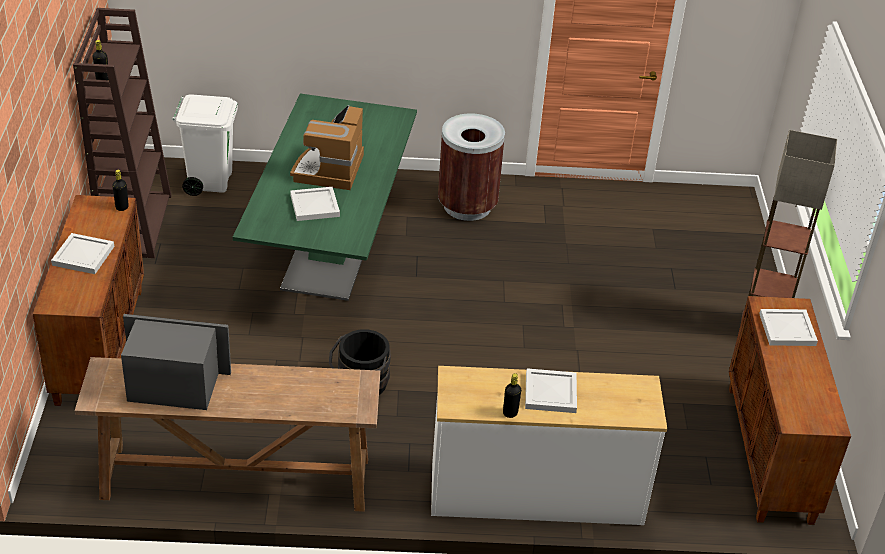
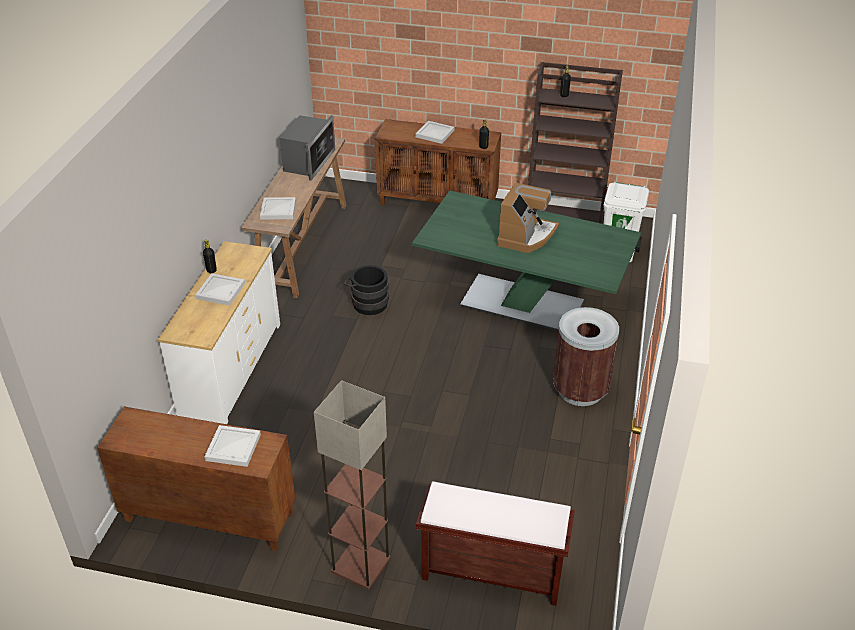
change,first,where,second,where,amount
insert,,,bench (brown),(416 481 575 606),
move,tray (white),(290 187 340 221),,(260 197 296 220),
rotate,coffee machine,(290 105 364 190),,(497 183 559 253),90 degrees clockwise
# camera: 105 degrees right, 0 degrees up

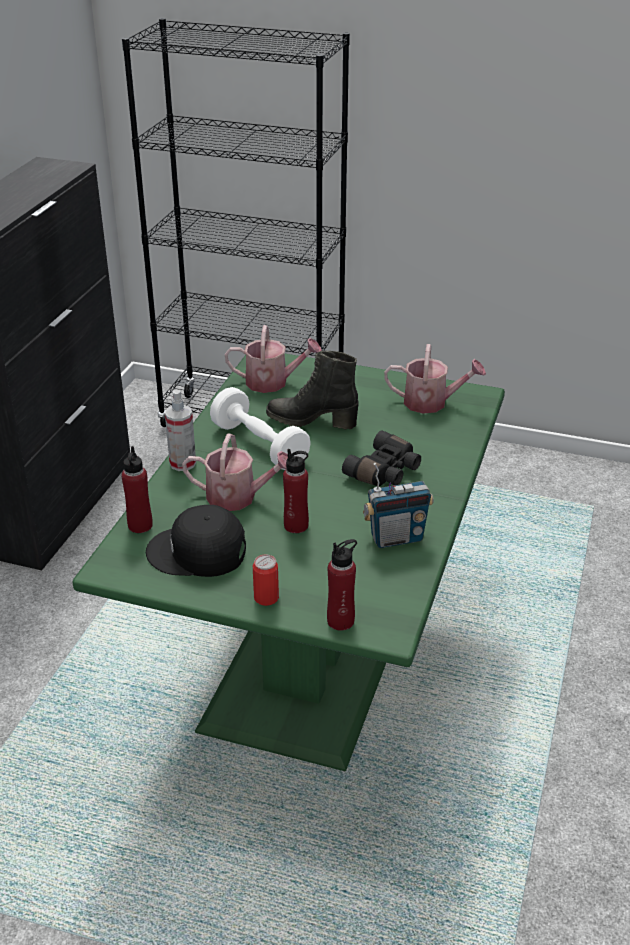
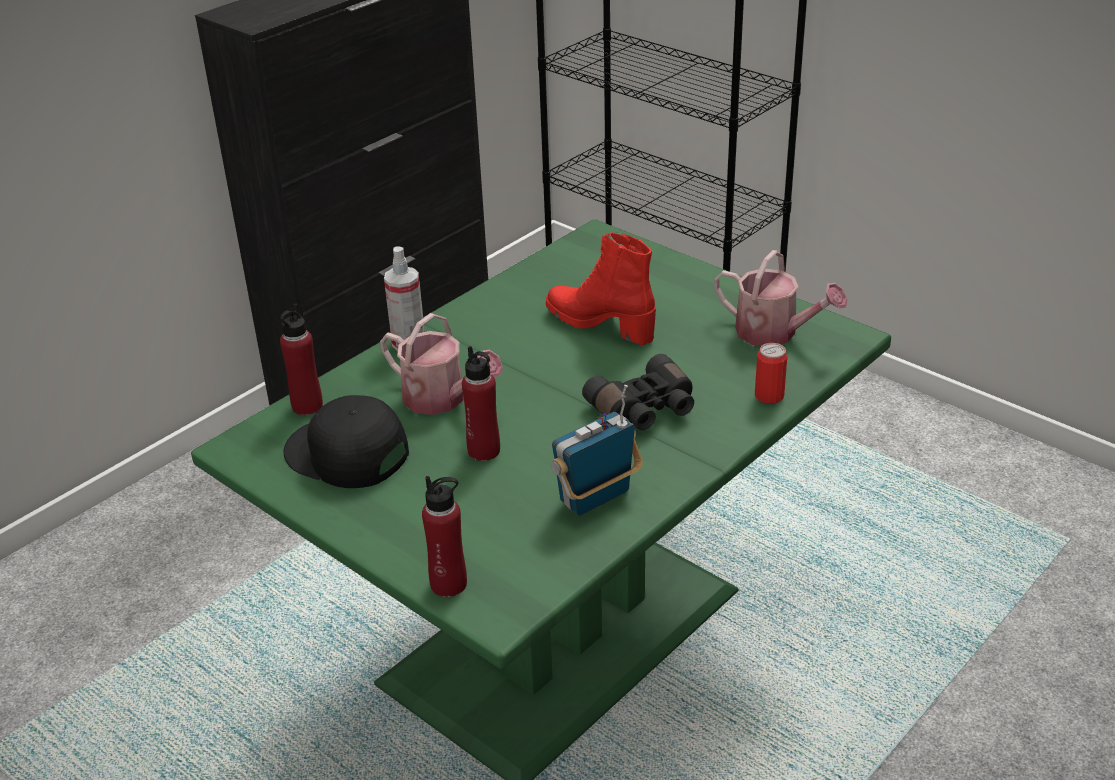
change,first,where,second,where,amount
delete,dumbbell (white),(210 387 311 470),,,
delete,watering can,(225 325 322 393),,,
move,can,(253 555 279 606),,(755 343 787 404),
recolor,boot (black),(266 351 359 429),boot (red),(546 232 656 345),
rotate,radio,(363 463 434 548),,(551 385 643 516),135 degrees clockwise
# camera: 25 degrees right, 0 degrees up

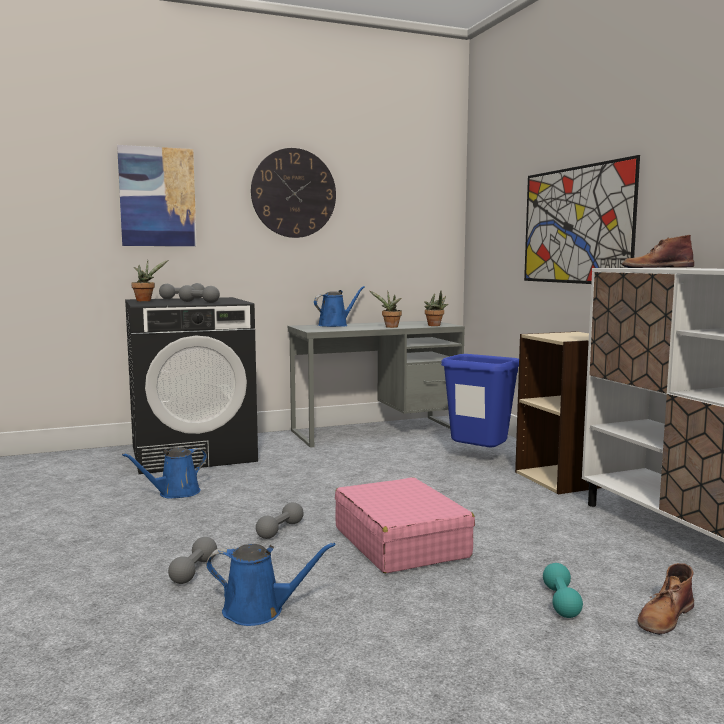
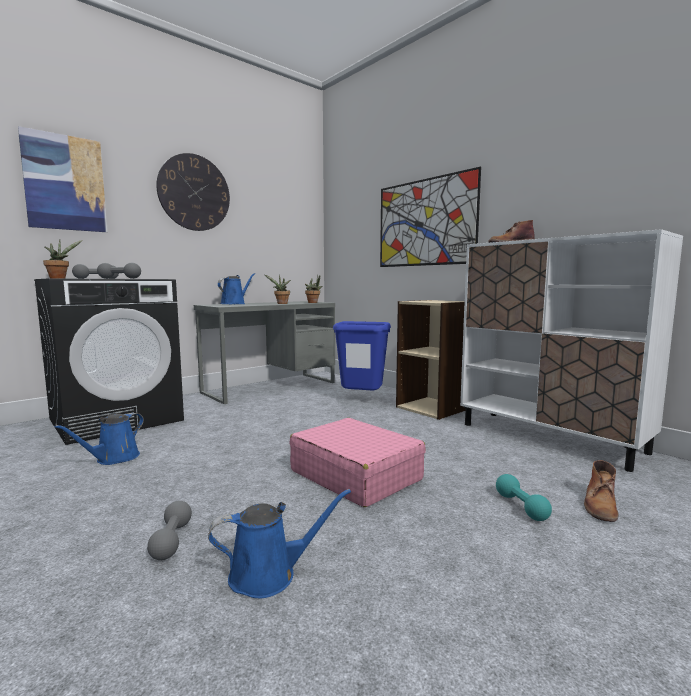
change,first,where,second,where,amount
delete,dumbbell (grey),(256 502 304 539),,,
# camera: 20 degrees left, 0 degrees up

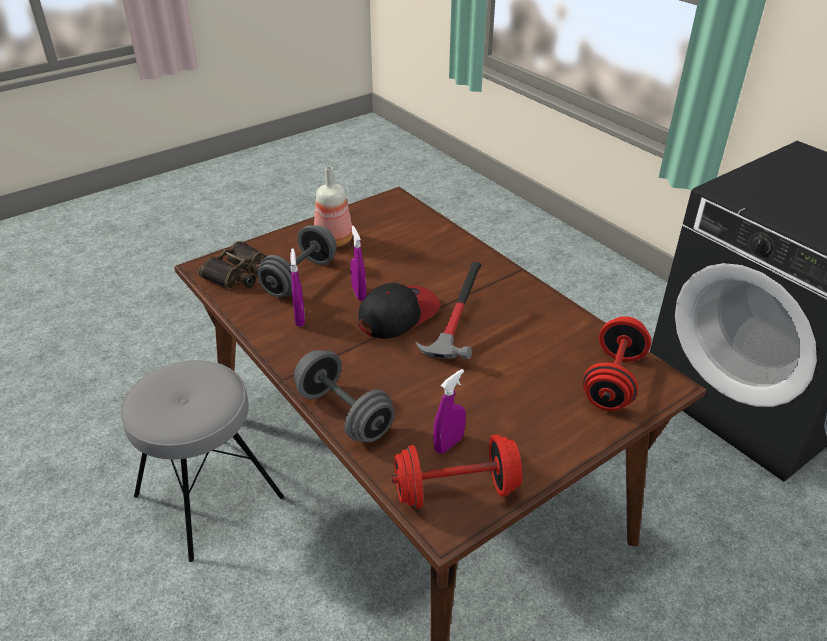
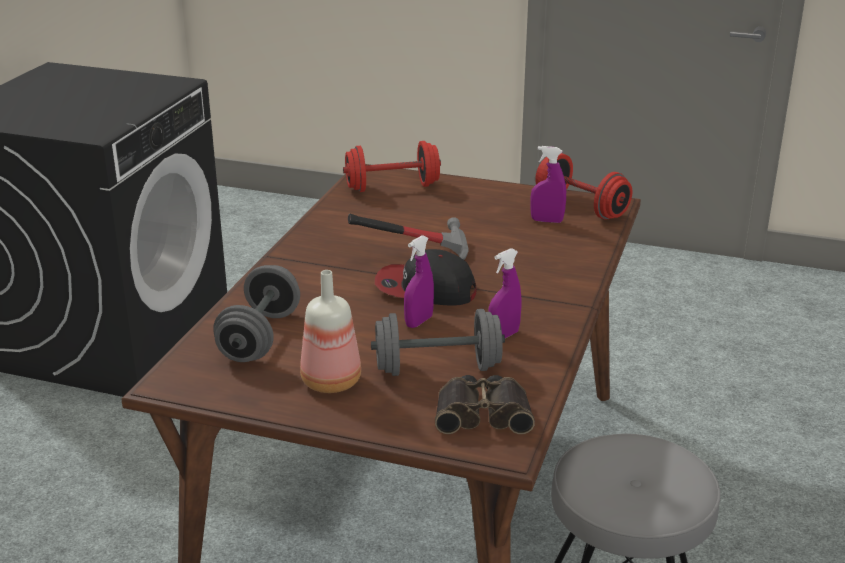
change,first,where,second,where,amount
move,dumbbell (grey),(294 350 395 442),,(213 265 300 362),
# camera: 125 degrees left, 10 degrees down

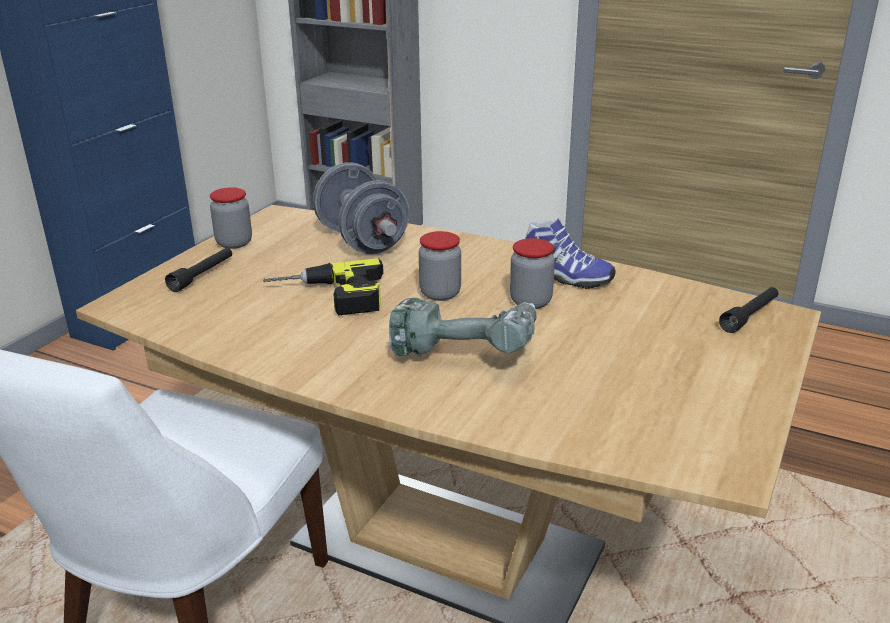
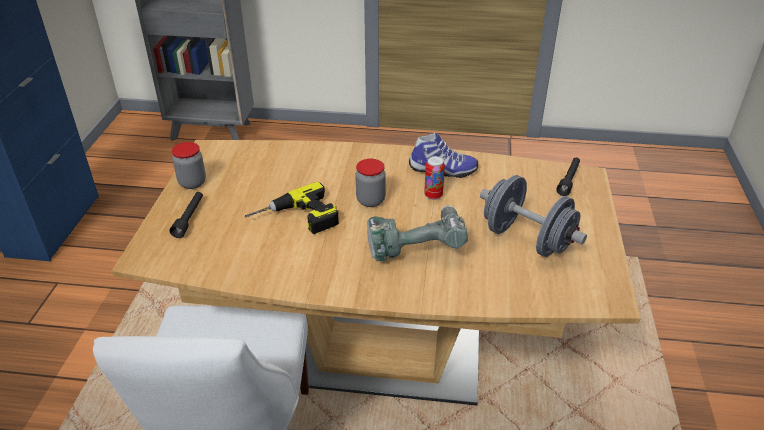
change,first,where,second,where,amount
move,dumbbell (grey),(313 162 409 254),,(480 175 587 257),
replace,jar,(510 238 555 309),can,(424 156 445 200),
# camera: 20 degrees left, 10 degrees up

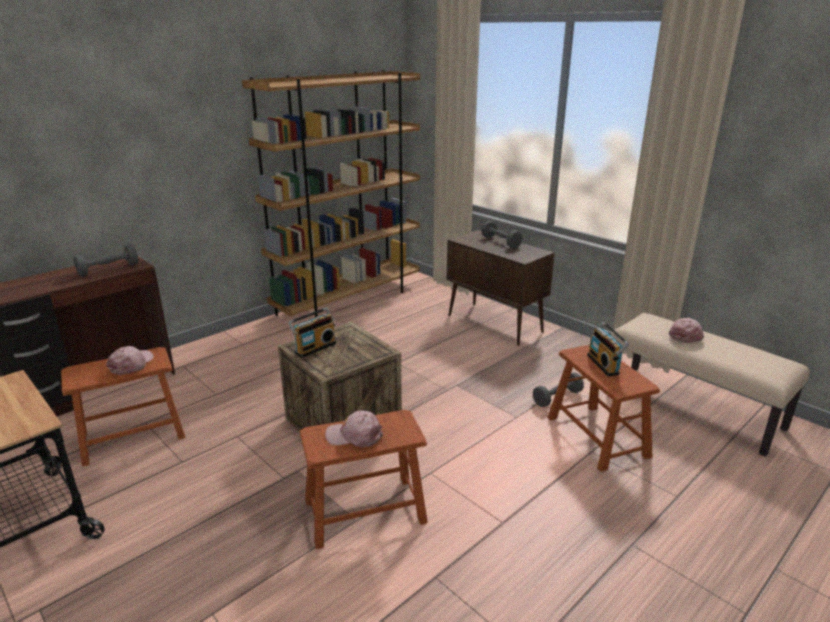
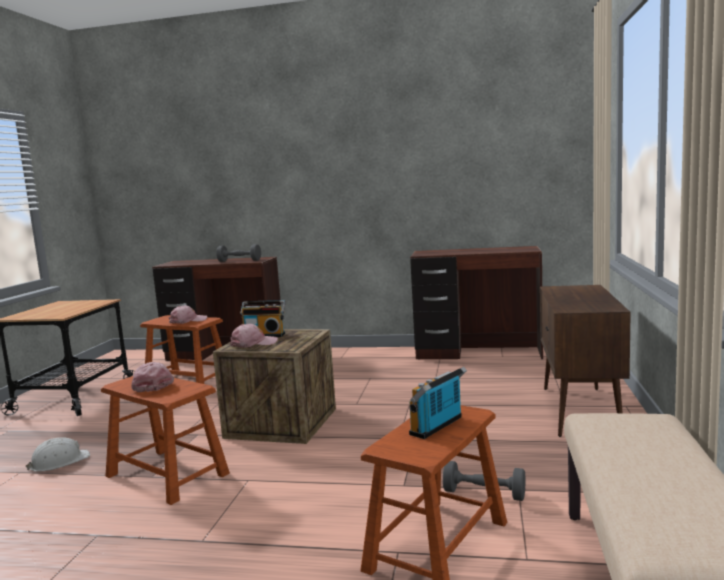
change,first,where,second,where,amount
delete,dumbbell (grey),(481 221 522 248),,,
insert,,,hard hat (white),(25 437 90 472),
move,cap (pink),(669 318 704 343),,(230 324 278 348),
replace,bookcase (brown),(242 70 420 318),desk (brown),(410 246 543 360),
# camera: 55 degrees right, 15 degrees down

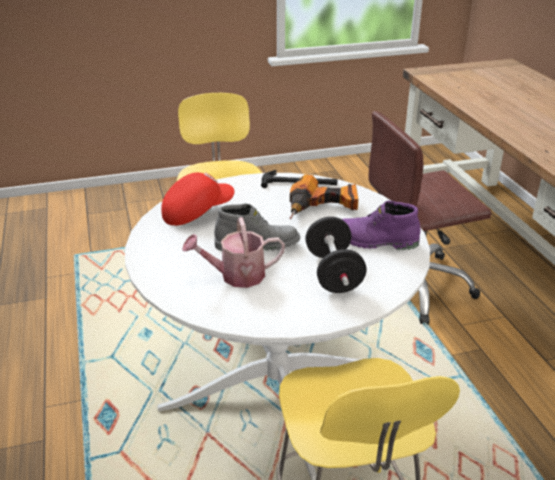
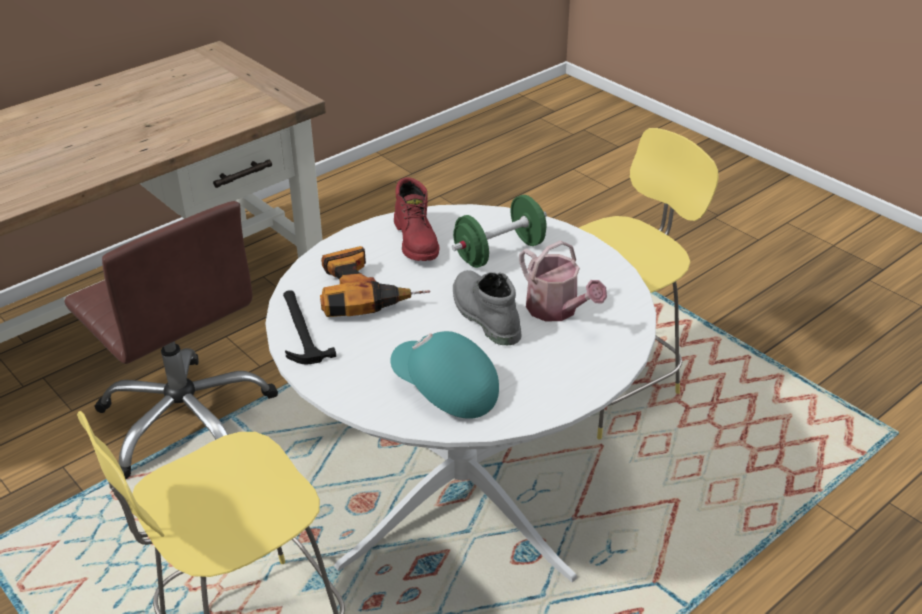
change,first,where,second,where,amount
recolor,cap (red),(161 172 234 226),cap (turquoise),(390 331 499 419),
recolor,dumbbell (black),(305 217 366 293),dumbbell (green),(452 195 547 268),
recolor,boot (purple),(342 201 421 250),boot (red),(394 178 439 261),
# camera: 115 degrees left, 5 degrees up

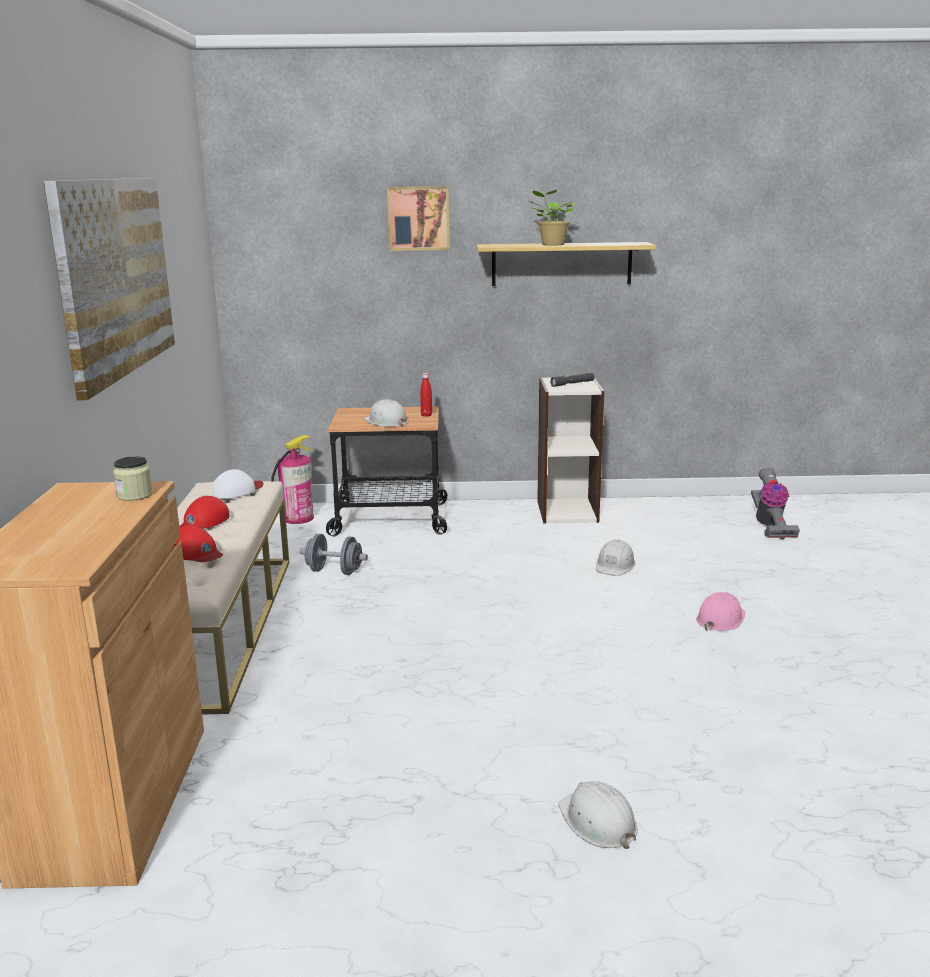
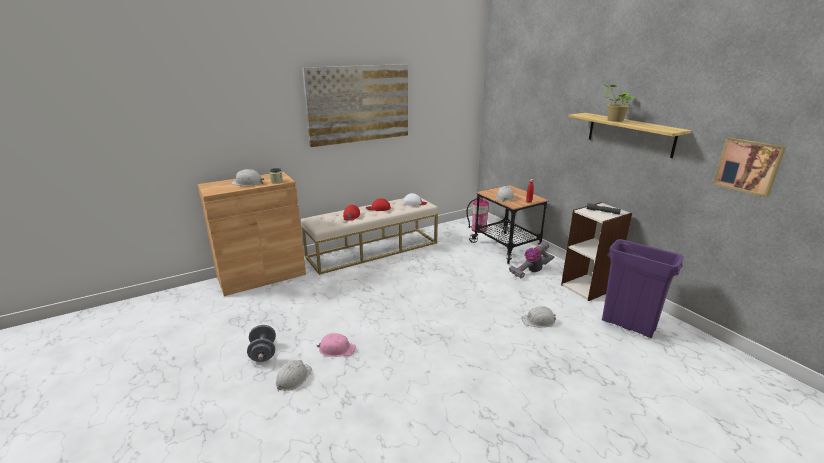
change,first,where,second,where,amount
insert,,,hard hat (white),(231 169 264 186),
insert,,,trash can (purple),(602 239 684 338),
move,dumbbell (grey),(300 534 368 575),,(247 325 276 362),
move,picture,(387 186 450 251),,(713 137 786 197),
move,hard hat (pink),(696 592 745 631),,(317 333 356 357),
move,vacuum cleaner,(751 468 800 539),,(509 241 554 278),
# camera: 60 degrees right, 5 degrees up

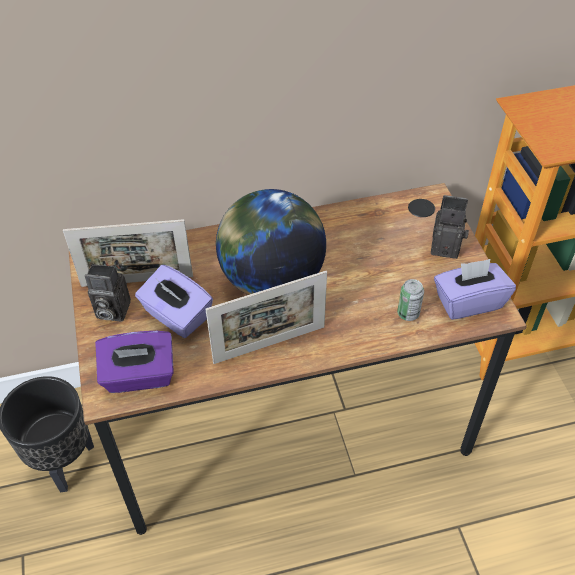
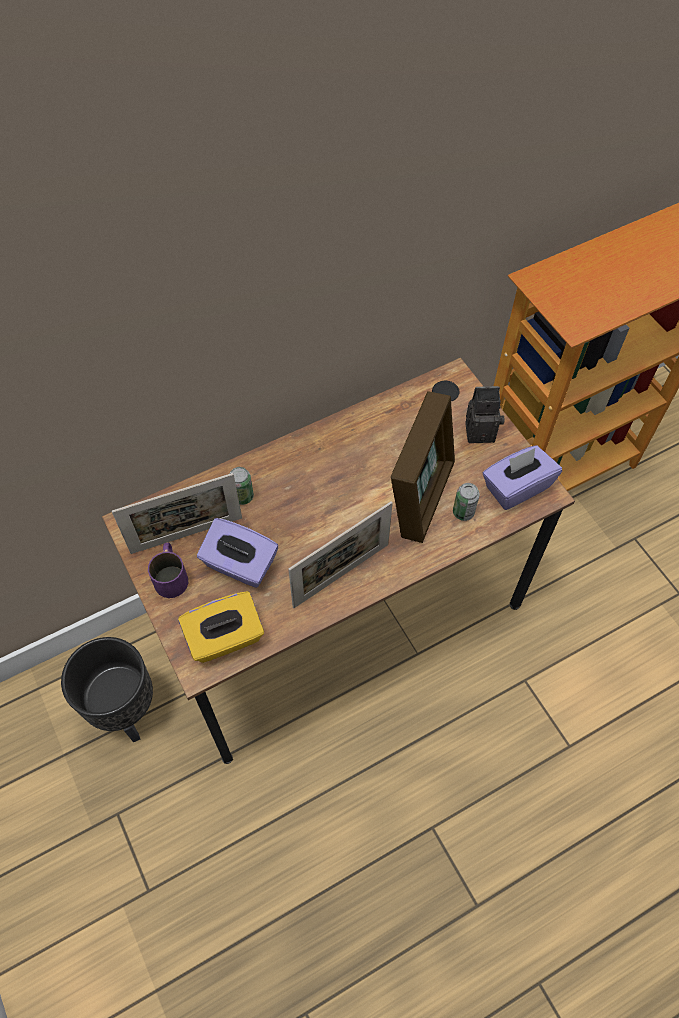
change,first,where,second,where,amount
delete,globe,(216 189 326 295),,,
insert,,,can,(230 467 254 505),
insert,,,picture frame,(391 391 455 543),
replace,photo camera,(85 264 131 321),mug (purple),(148 542 188 598),
recolor,tissue box (purple),(95 331 174 393),tissue box (yellow),(178 591 264 663),
# camera: 15 degrees left, 10 degrees up

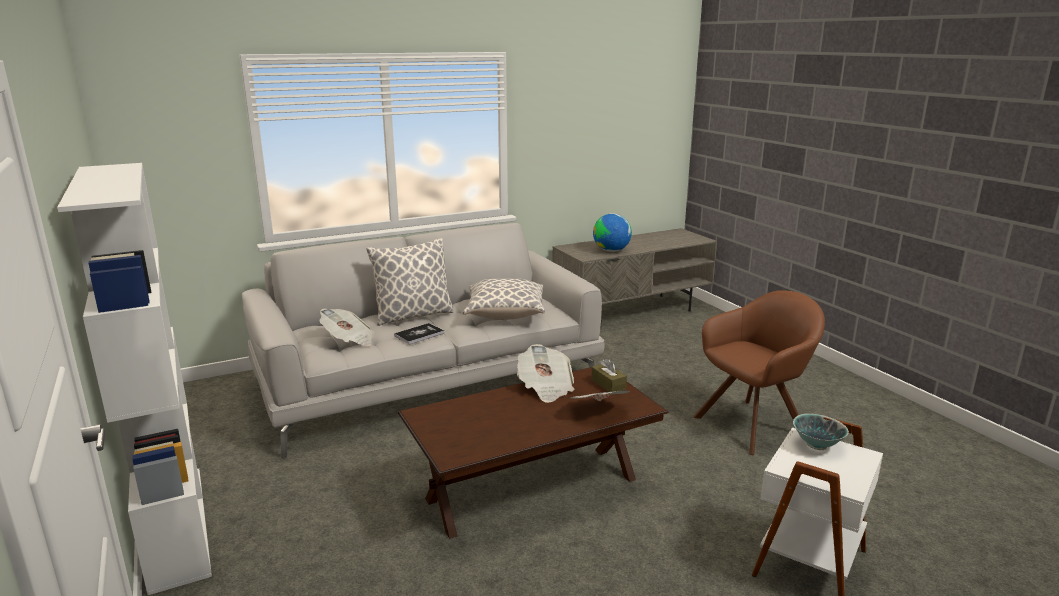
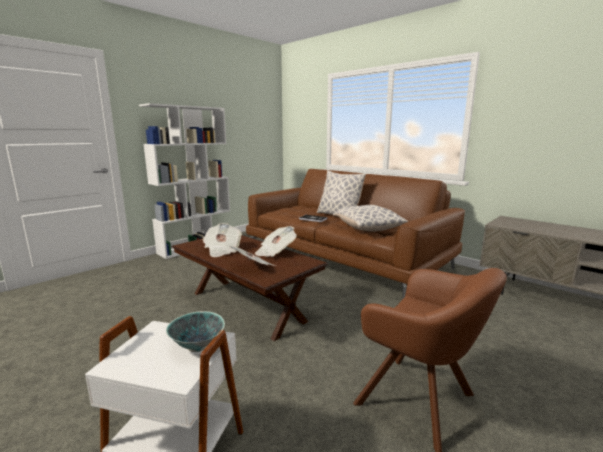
change,first,where,second,where,amount
delete,tissue box (brown),(591 358 627 392),,,
delete,globe,(593 213 632 252),,,
move,newspaper,(319 309 374 347),,(203 223 242 257),
recolor,sofa (grey),(242 223 605 459),sofa (brown),(246 169 465 300),
# camera: 70 degrees right, 5 degrees down

